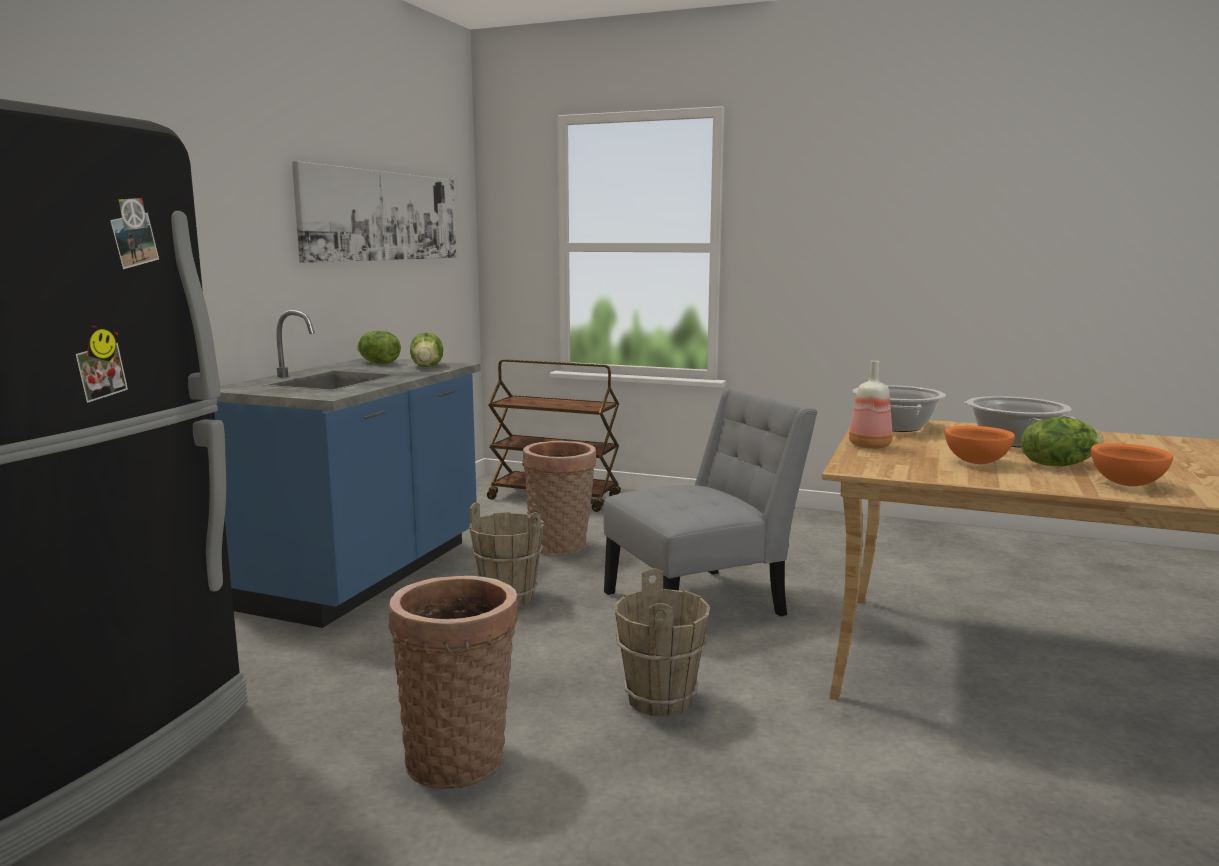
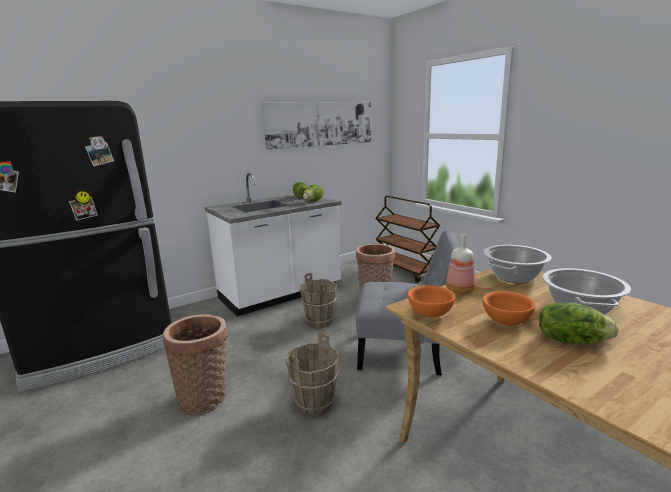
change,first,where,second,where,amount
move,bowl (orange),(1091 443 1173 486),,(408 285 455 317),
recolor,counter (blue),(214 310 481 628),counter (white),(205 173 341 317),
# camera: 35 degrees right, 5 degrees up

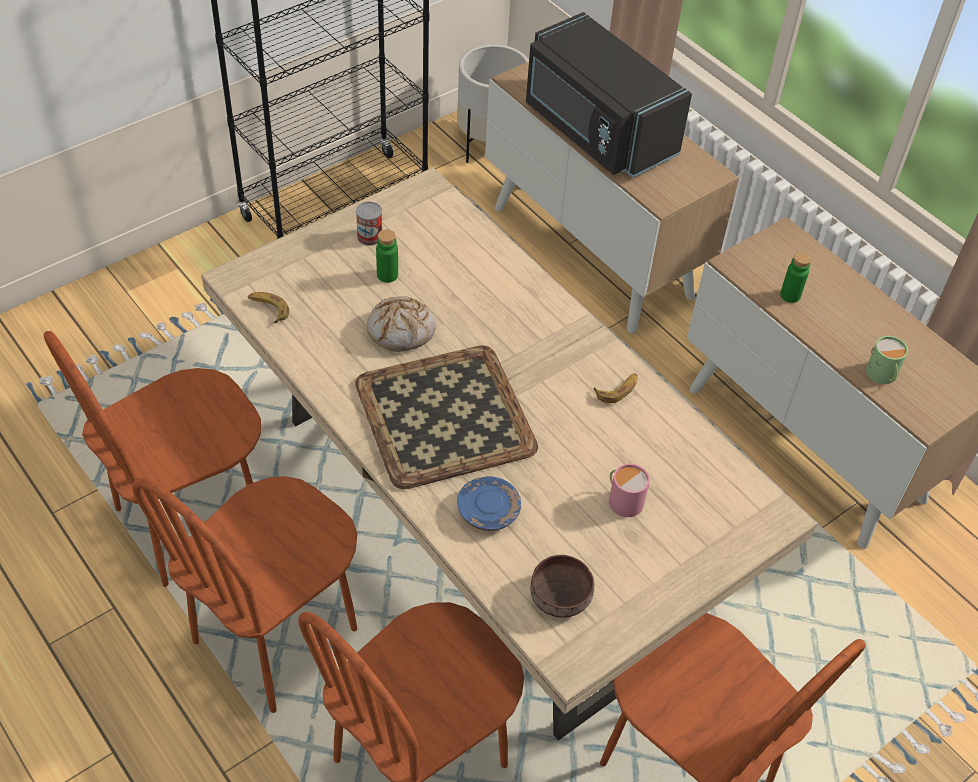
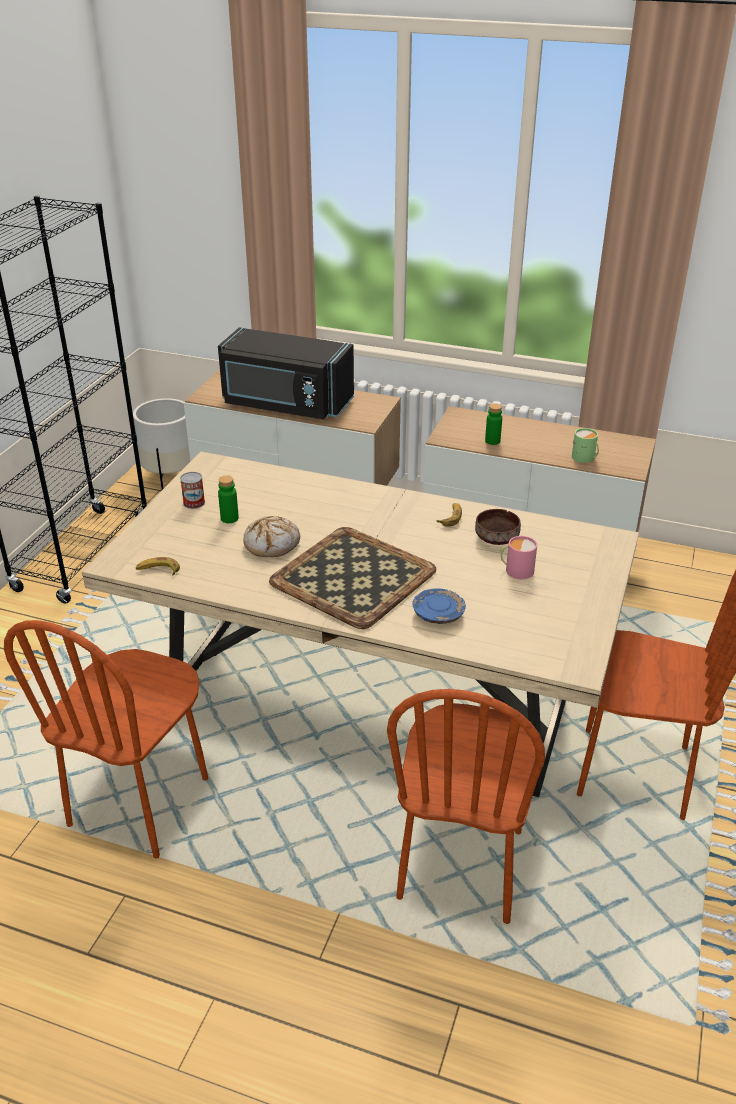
change,first,where,second,where,amount
delete,chair (brown),(132 476 357 713),,,
move,bowl (brown),(530 555 594 618),,(475 509 521 545),
# camera: 30 degrees left, 15 degrees down

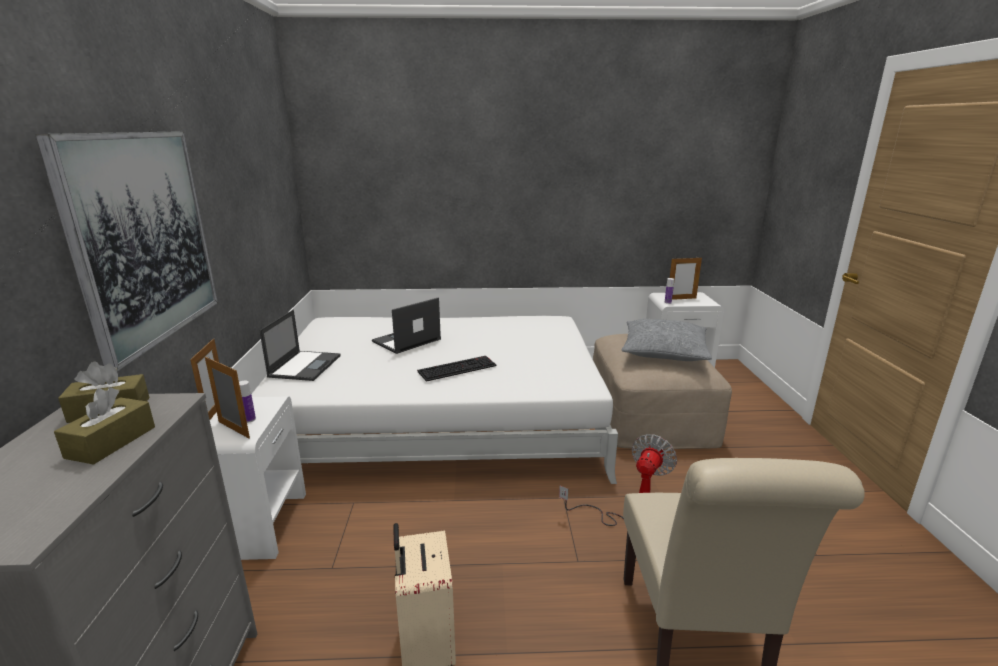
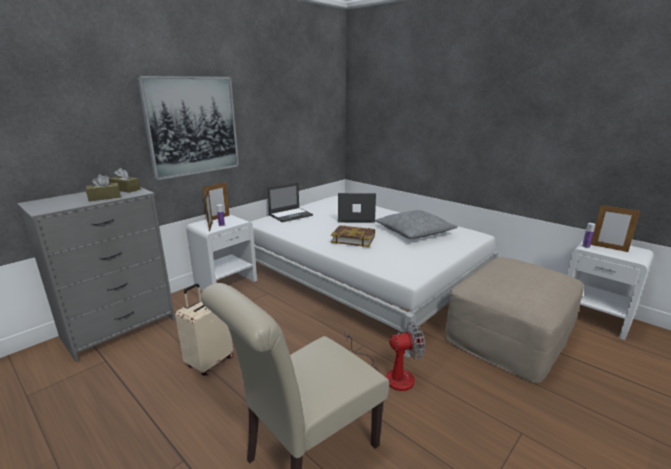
change,first,where,second,where,amount
move,pillow (grey),(622 319 712 361),,(375 210 458 239),
replace,keyboard,(417 356 497 382),book,(331 225 375 247),
# camera: 45 degrees right, 0 degrees up

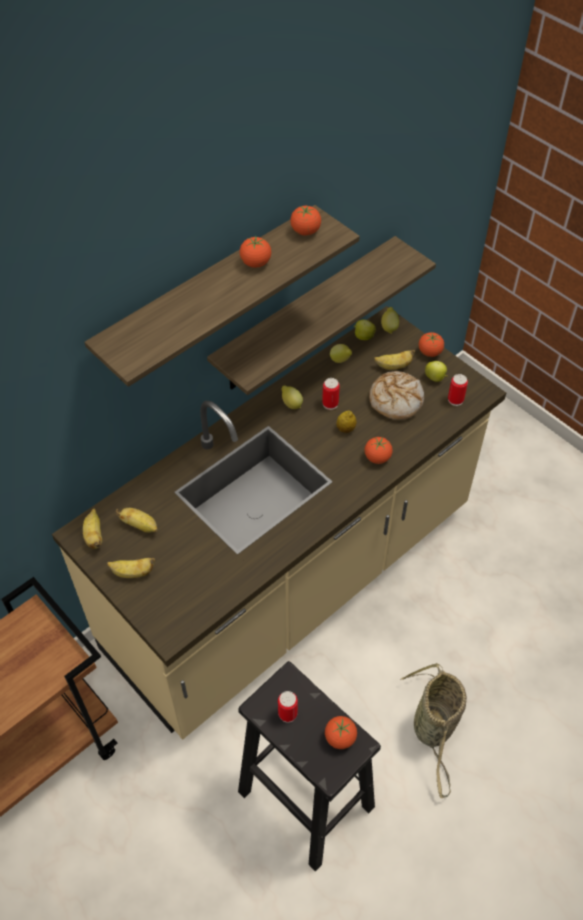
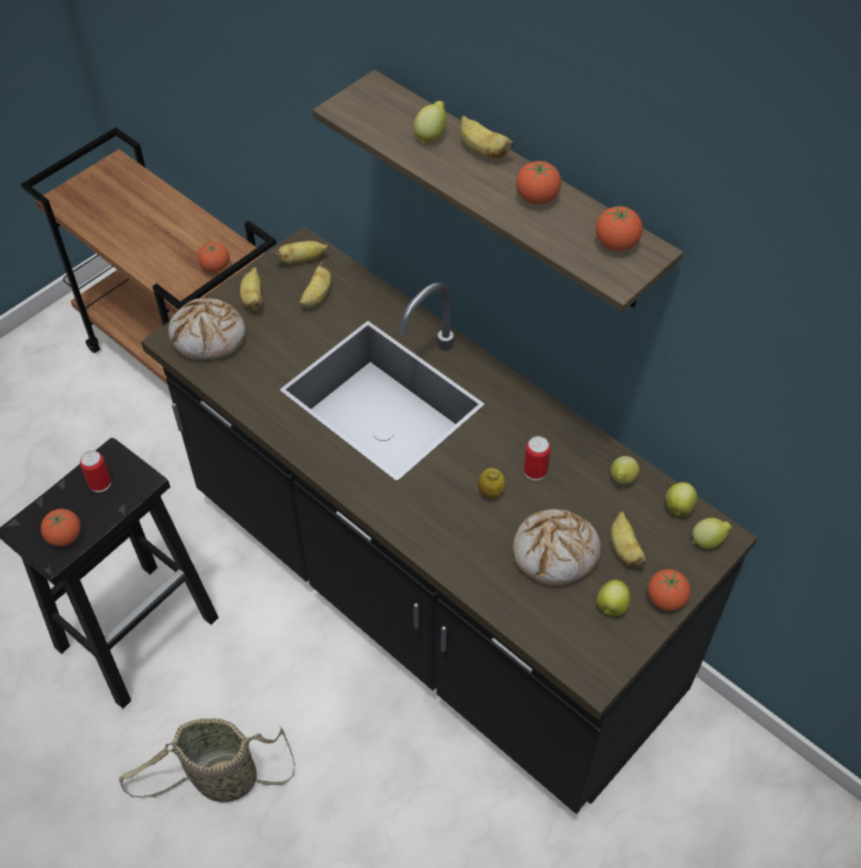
change,first,where,second,where,amount
delete,shelf,(207 236 436 395),,,
delete,can,(448 374 468 406),,,
insert,,,bread,(168 298 246 360),
insert,,,banana,(460 116 514 159),
move,lemon,(281 385 303 409),,(414 101 447 144),
move,tomato,(365 437 392 464),,(198 242 230 272),
recolor,counter (beige),(52 306 506 740),counter (black),(141 226 758 814),
# camera: 85 degrees right, 0 degrees up

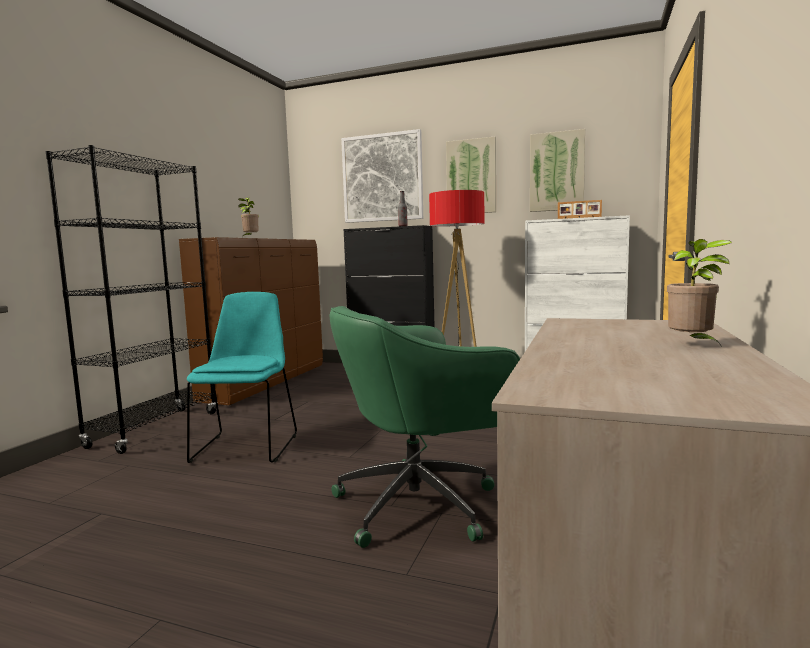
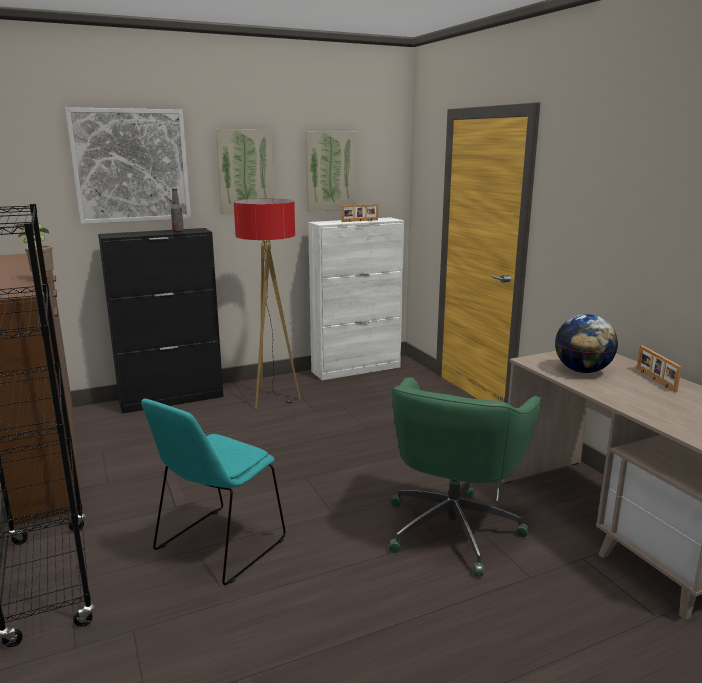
change,first,where,second,where,amount
insert,,,globe,(555 314 618 373),
replace,potted plant,(667 239 732 347),picture frame,(637 345 682 392),
rotate,chair (turquoise),(187 292 297 463),,(141 399 286 585),105 degrees counterclockwise
# camera: 45 degrees left, 10 degrees up

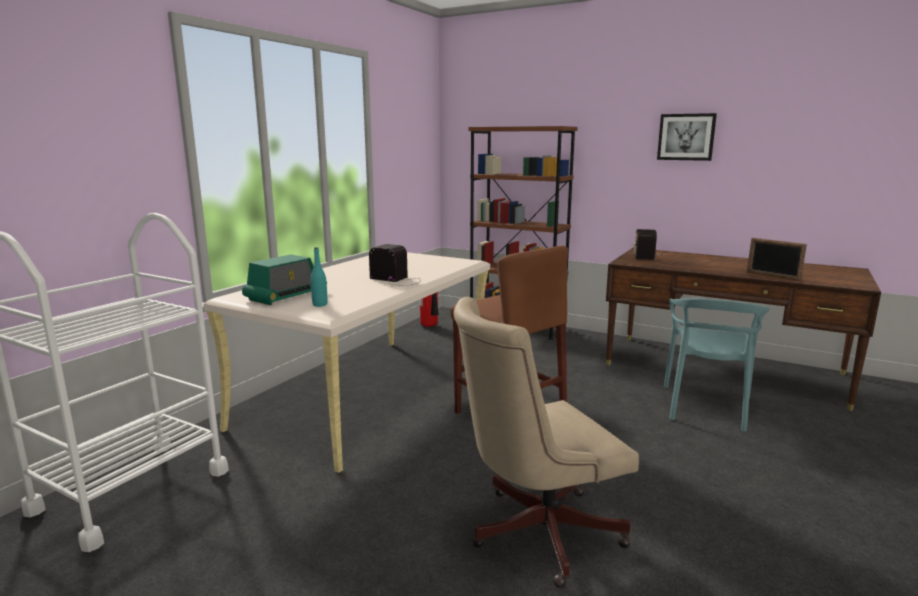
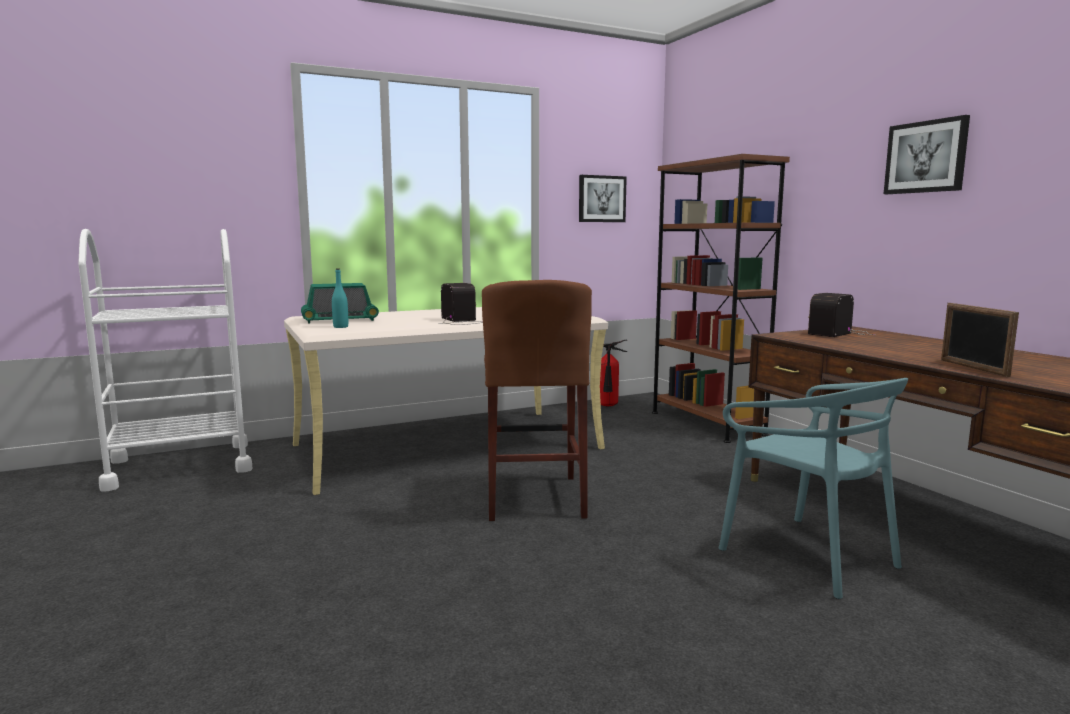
change,first,where,second,where,amount
delete,office chair (beige),(453 297 639 588),,,
insert,,,picture,(579 175 627 222),
rotate,chair (turquoise),(664 298 770 432),,(719 378 908 599),90 degrees counterclockwise
# camera: 35 degrees right, 5 degrees down

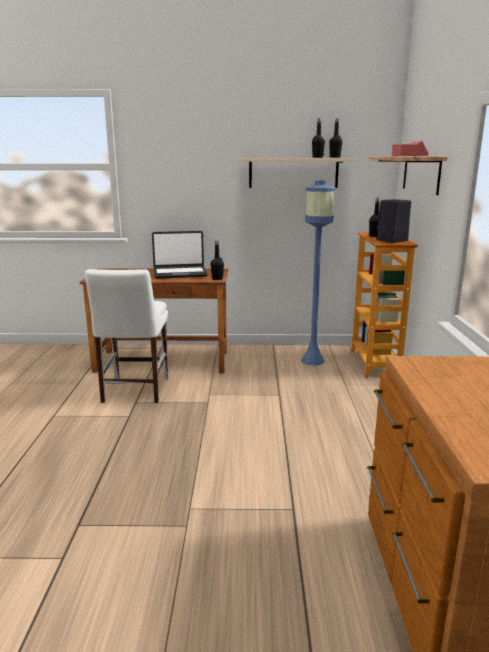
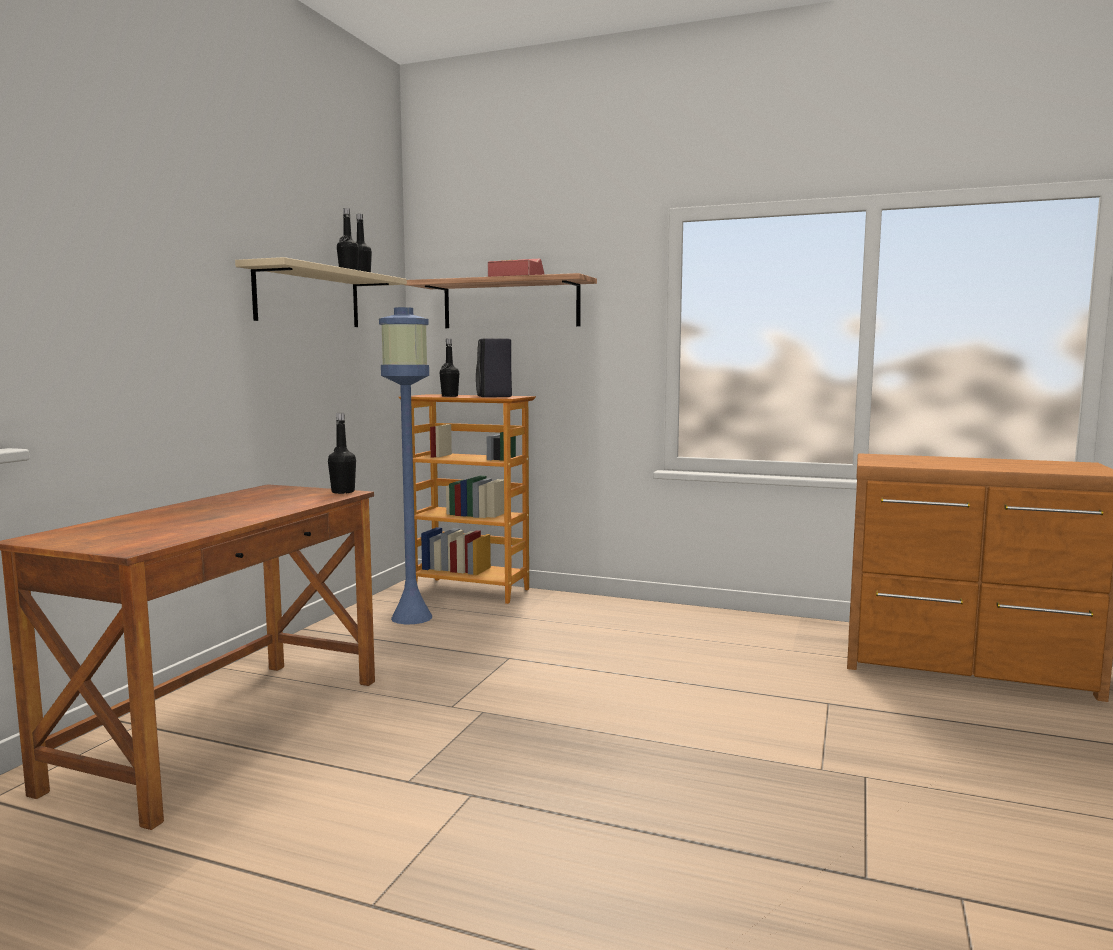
change,first,where,second,where,amount
delete,chair (white),(85 269 168 403),,,
delete,laptop,(152 231 208 279),,,
# camera: 70 degrees left, 10 degrees down

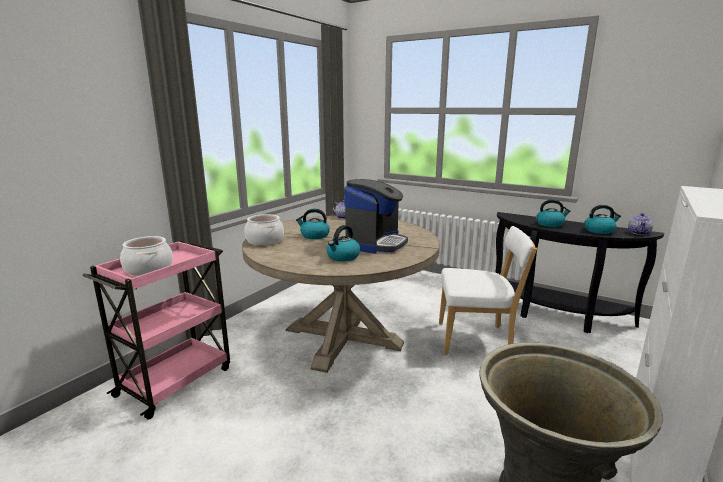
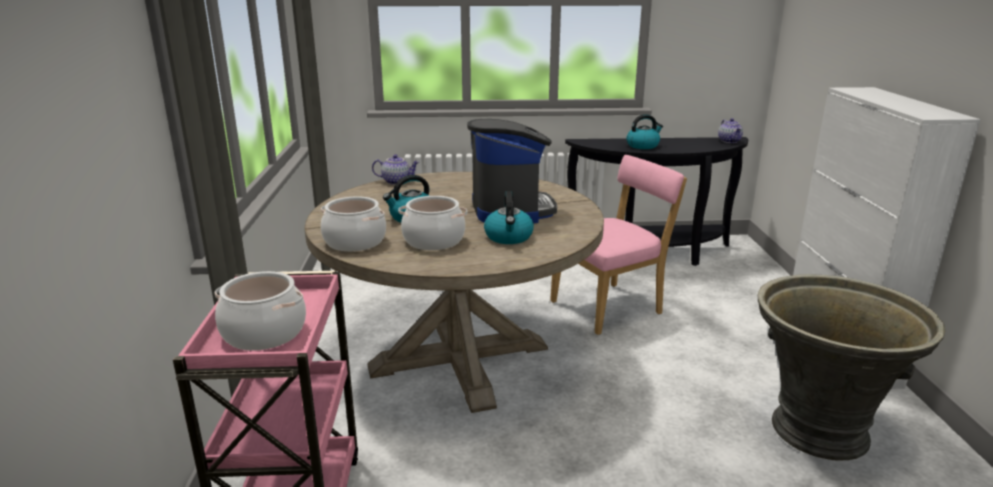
change,first,where,second,where,amount
delete,kettle,(584 205 621 234),,,
insert,,,cooking pot,(398 196 467 250),
recolor,chair (white),(439 226 537 354),chair (pink),(550 155 687 335),
# camera: 35 degrees left, 5 degrees up

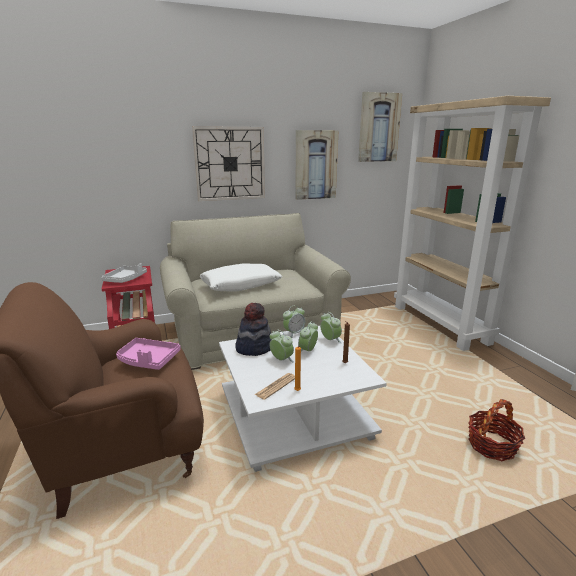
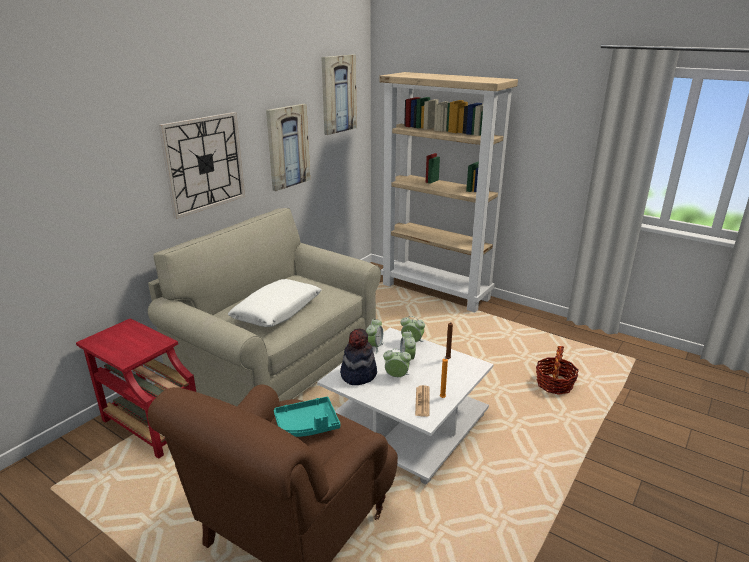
change,first,where,second,where,amount
delete,tray (grey),(101 263 147 283),,,
recolor,tray (pink),(116 338 181 370),tray (turquoise),(274 397 340 437),
# camera: 35 degrees left, 5 degrees up

